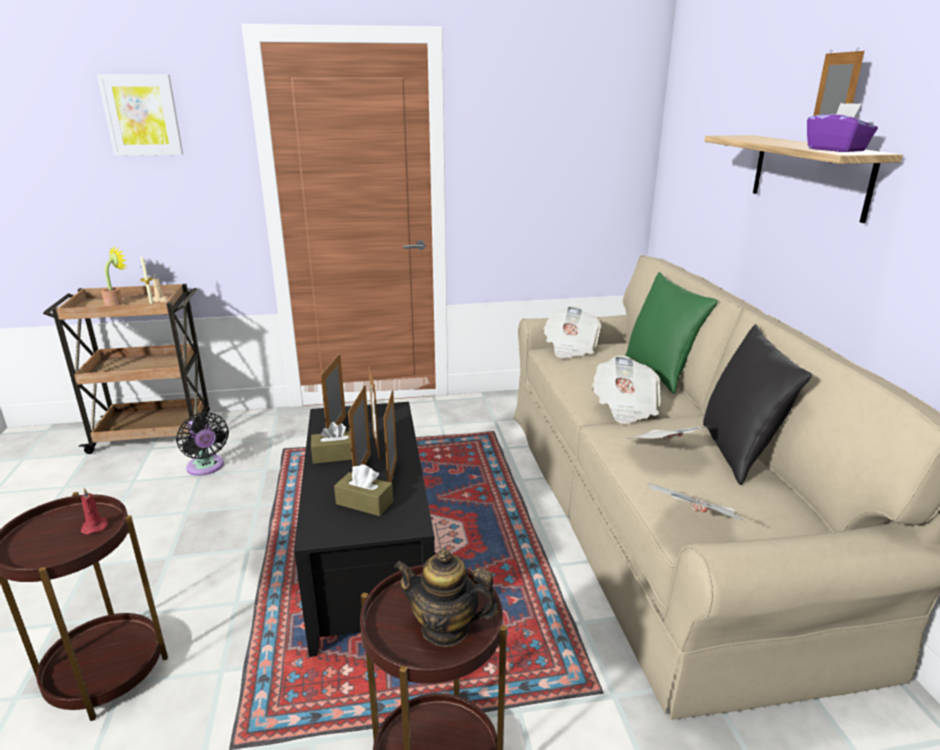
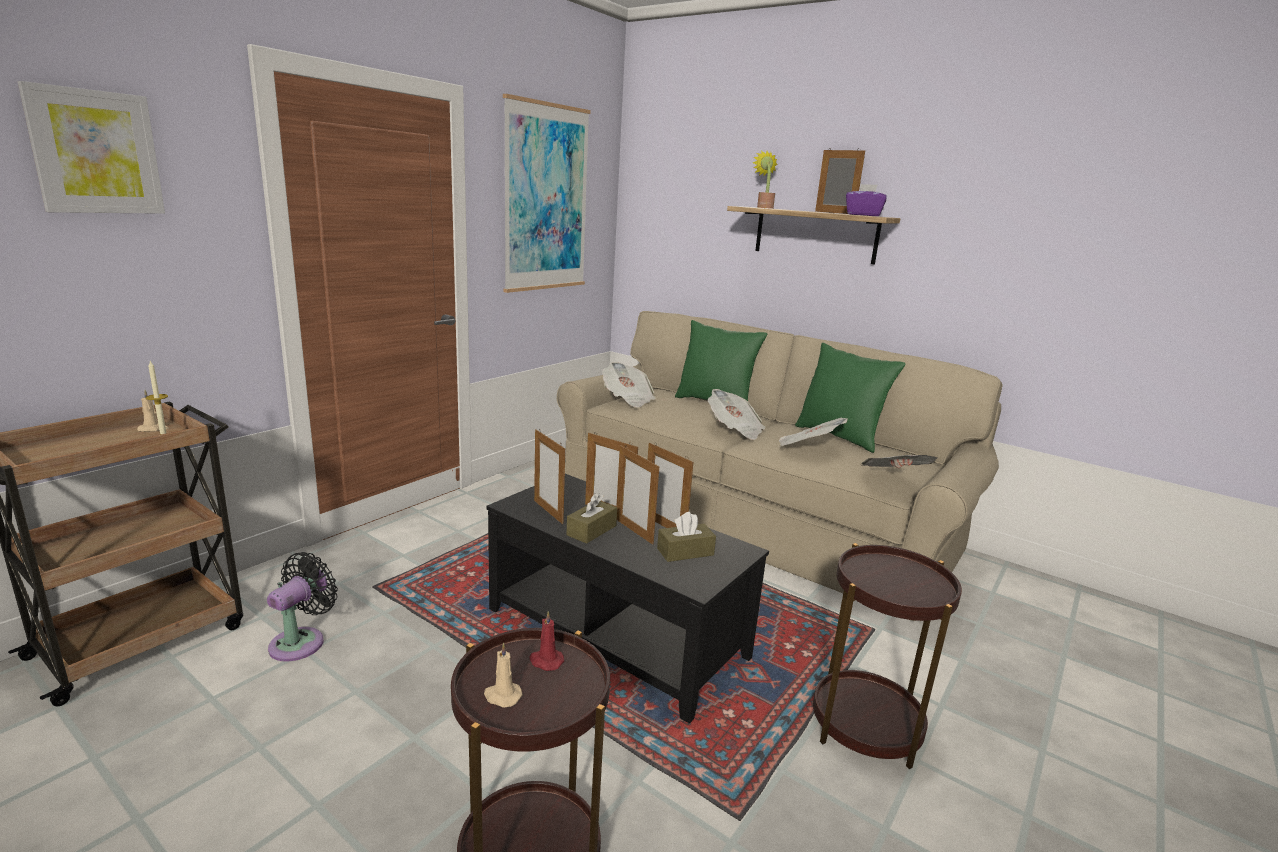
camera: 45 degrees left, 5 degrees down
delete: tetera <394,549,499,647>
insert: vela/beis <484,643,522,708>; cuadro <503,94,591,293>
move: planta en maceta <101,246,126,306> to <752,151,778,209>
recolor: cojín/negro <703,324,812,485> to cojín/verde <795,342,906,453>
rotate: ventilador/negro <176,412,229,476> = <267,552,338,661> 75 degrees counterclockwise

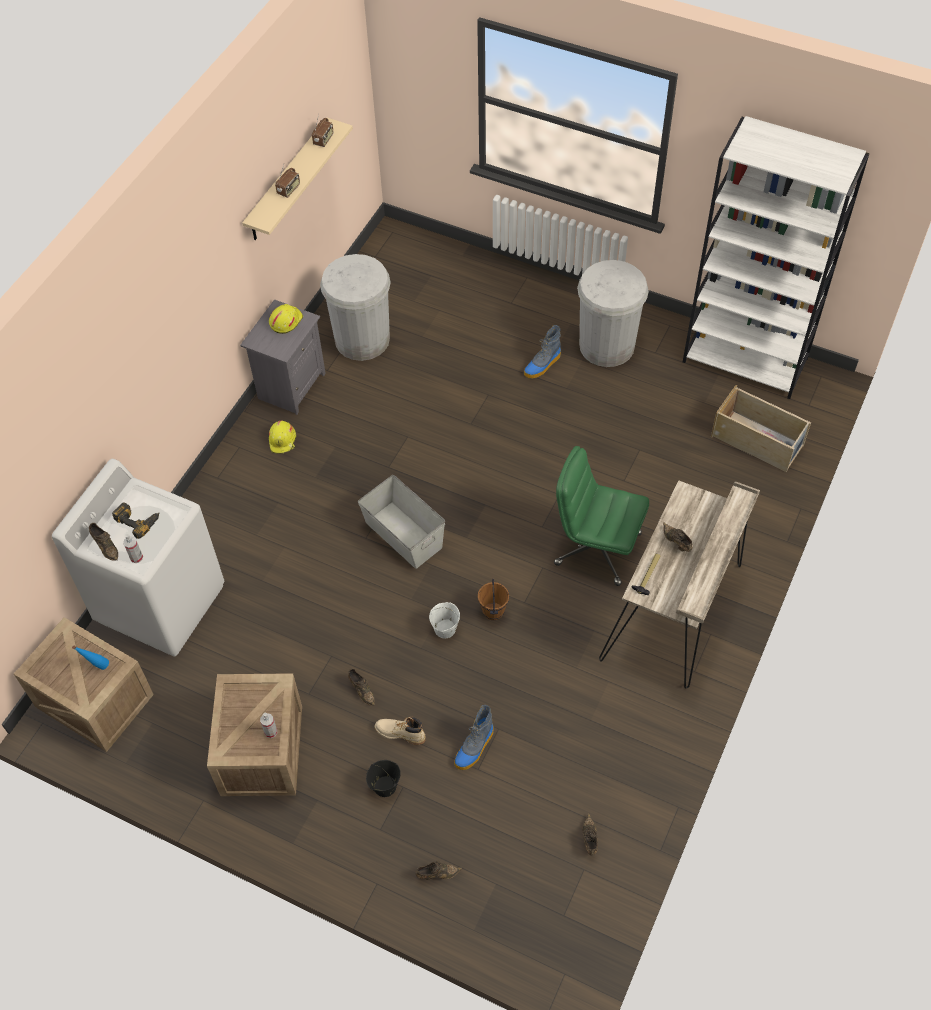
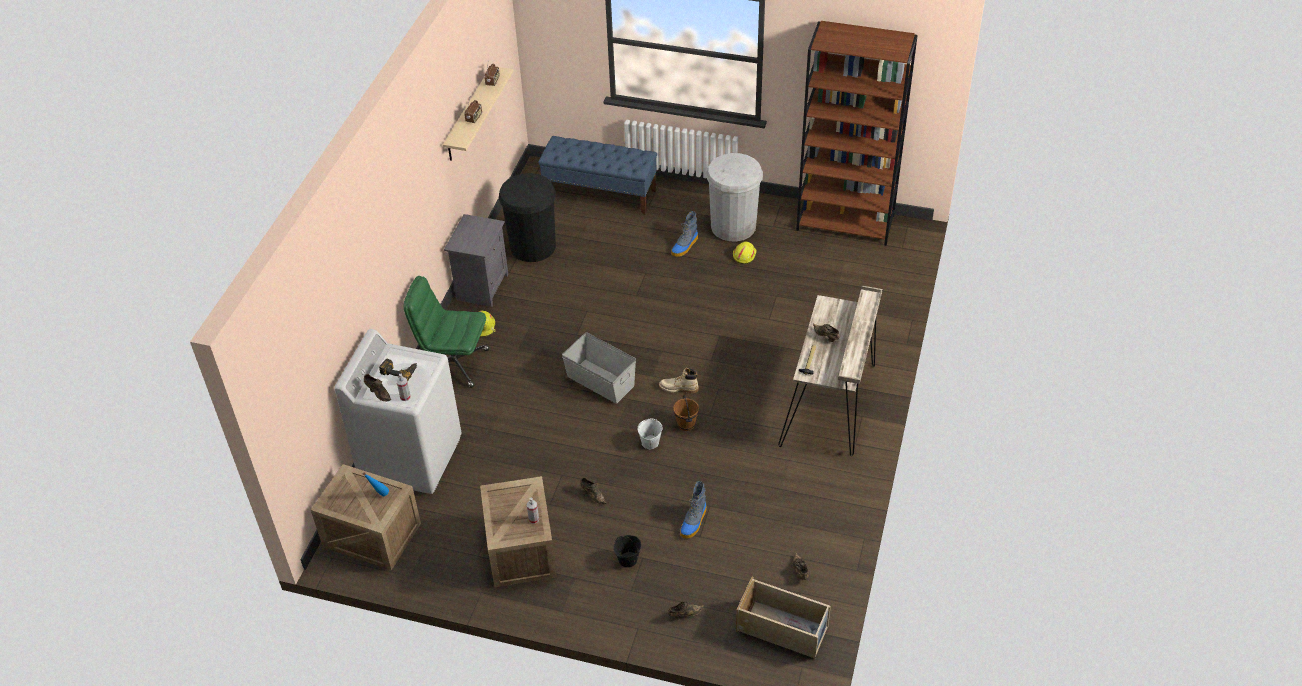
camera: 10 degrees left, 10 degrees down
insert: banco/azul <538,136,657,215>
move: silla de oficina/verde <554,446,649,586> to <404,276,489,388>; bota/beis <375,717,426,745> to <659,368,699,393>; casco/amarillo <269,304,303,334> to <733,241,757,264>; caja de almacenaje/beis <711,385,811,472> to <736,577,831,658>
recolor: papelera/blanco <320,254,391,361> to papelera/negro <499,173,556,262>; estantería/blanco <683,116,870,399> to estantería/marrón <796,21,918,246>

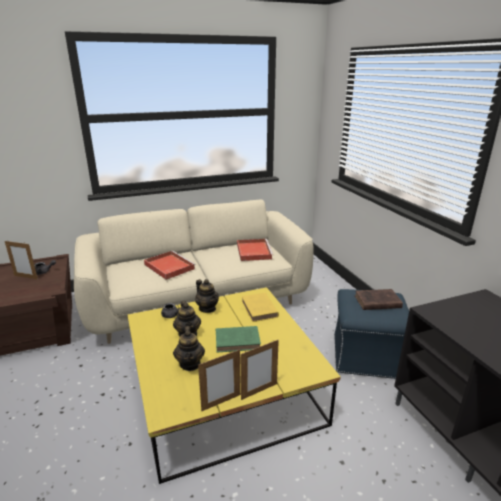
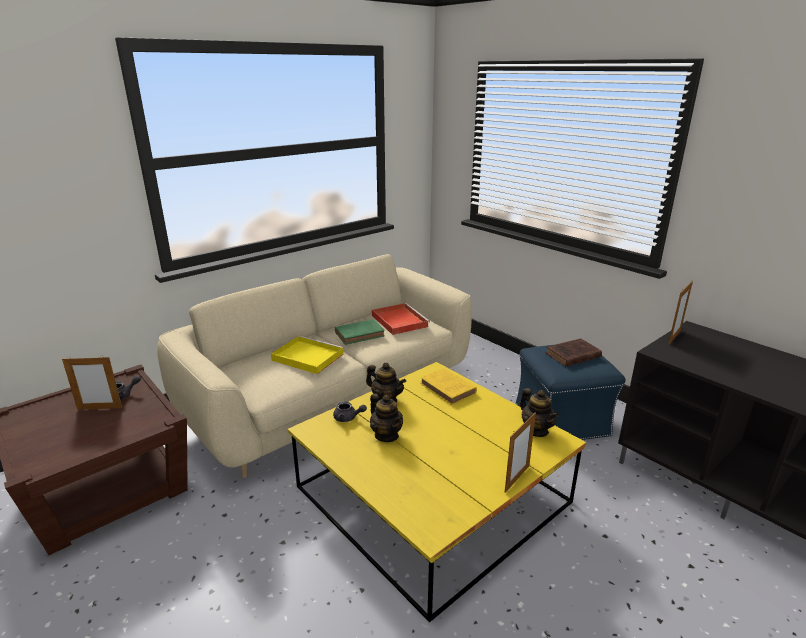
camera: 20 degrees left, 0 degrees up
move: libro/verde <216,326,261,352> to <335,319,385,345>; tetera <173,326,205,371> to <520,388,559,437>; portarretratos <198,349,241,411> to <668,281,693,345>
recolor: bandeja/rojo <144,251,196,280> to bandeja/amarillo <271,335,344,374>

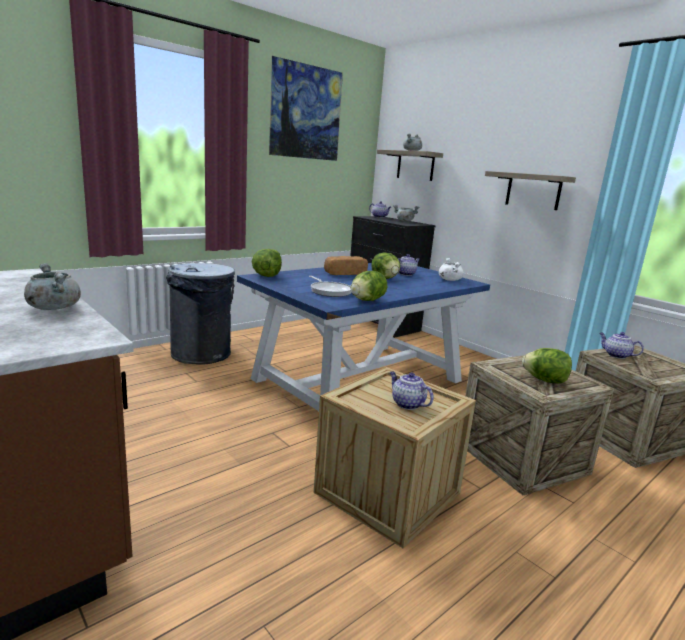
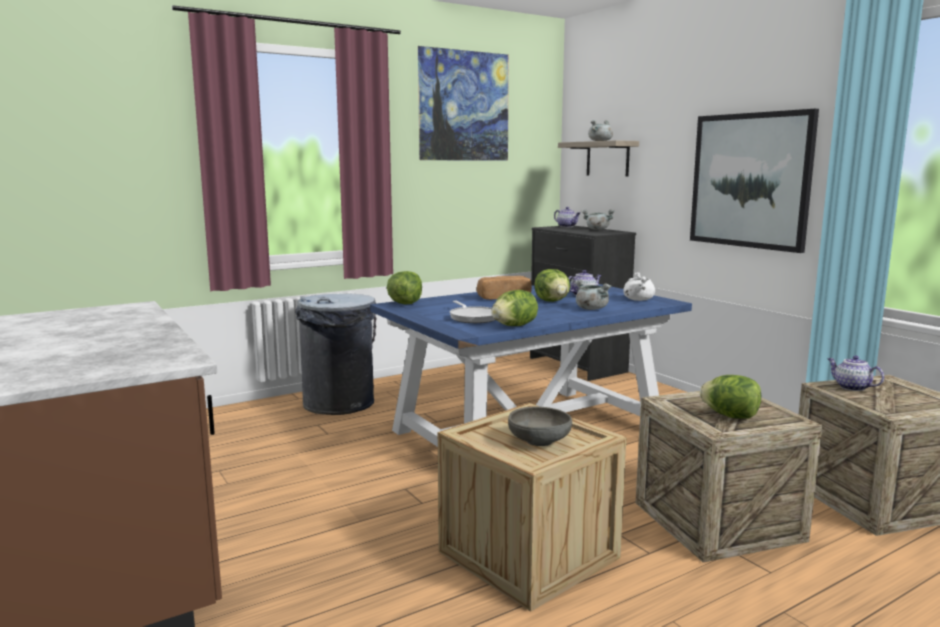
camera: 10 degrees right, 5 degrees down
move: olla/gris <24,263,81,310> to <575,280,611,310>
replace: tetera <390,371,434,410> to cuenco/gris <508,407,572,446>; estante <485,171,576,210> to cuadro <690,109,819,253>

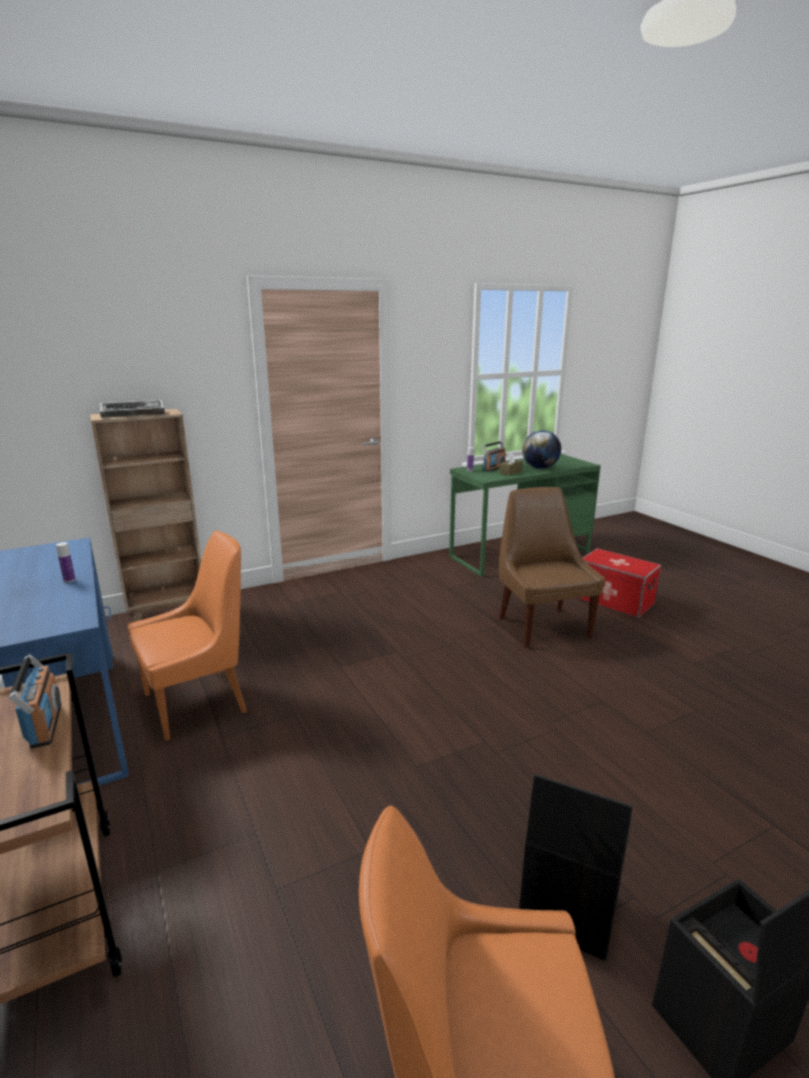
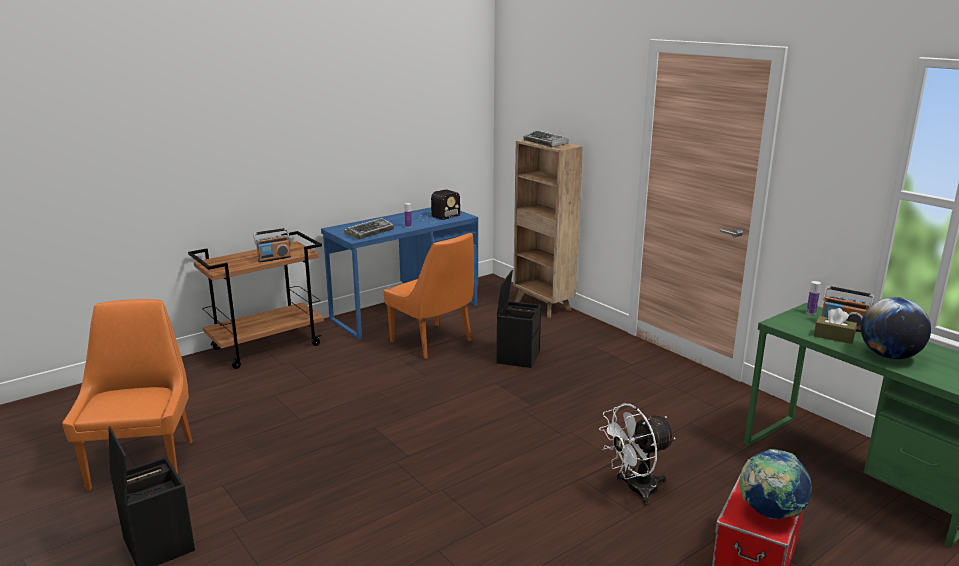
camera: 80 degrees right, 0 degrees up
insert: teclado <344,218,394,240>; radio <418,189,460,223>; globo terráqueo <739,449,812,519>
move: caja de almacenaje/negro <519,774,633,961> to <497,270,541,368>
replace: silla/marrón <499,487,605,648> to ventilador/blanco <599,404,676,505>

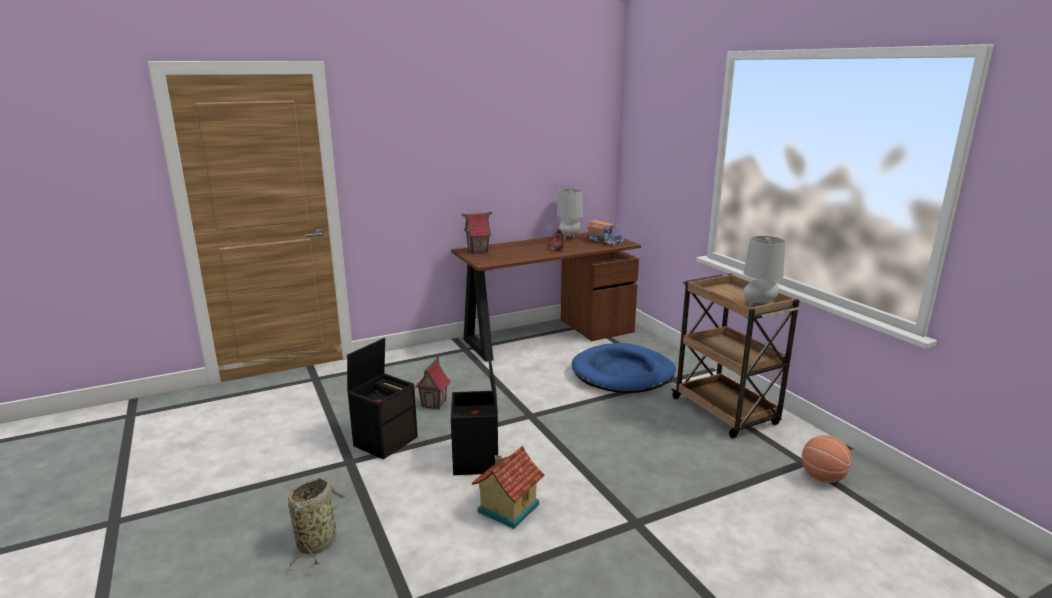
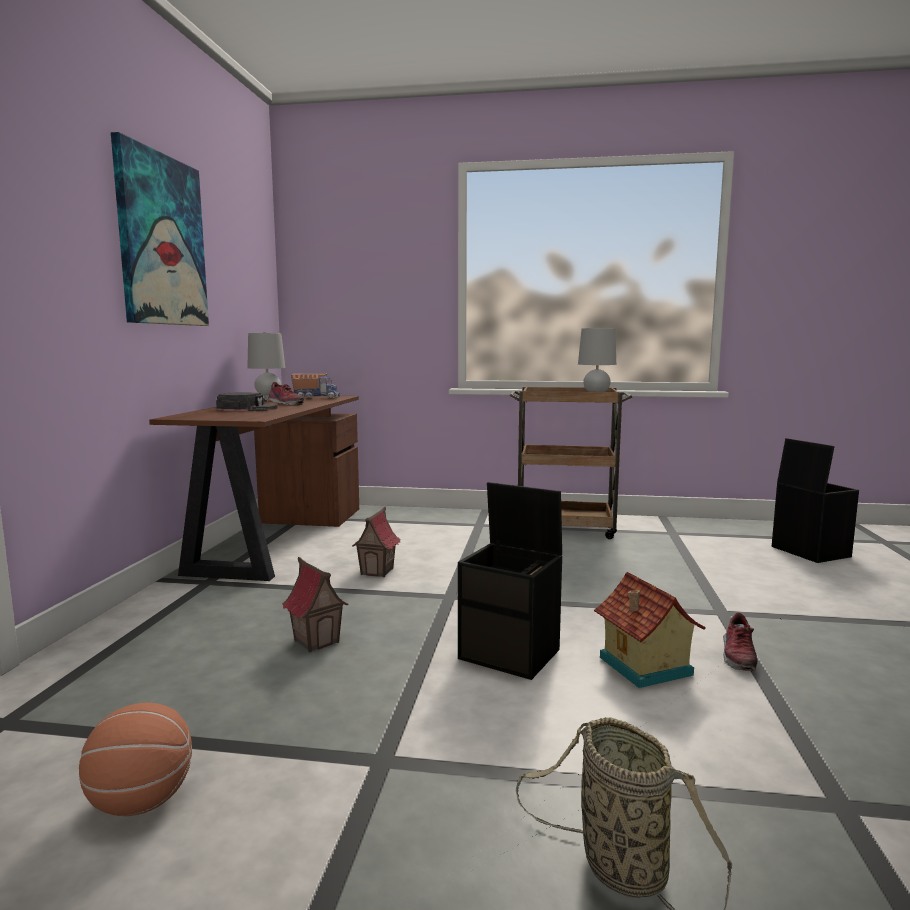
camera: 55 degrees left, 10 degrees down
delete: cama para perro/azul <572,343,676,393>
insert: cuadro <111,132,209,326>; gorra/negro <216,392,278,411>; zapato <723,613,757,671>
move: balón de baloncesto <802,435,852,483> to <79,703,192,816>; casita <461,212,493,254> to <352,507,400,577>; caja de almacenaje/negro <347,338,418,459> to <772,438,859,563>

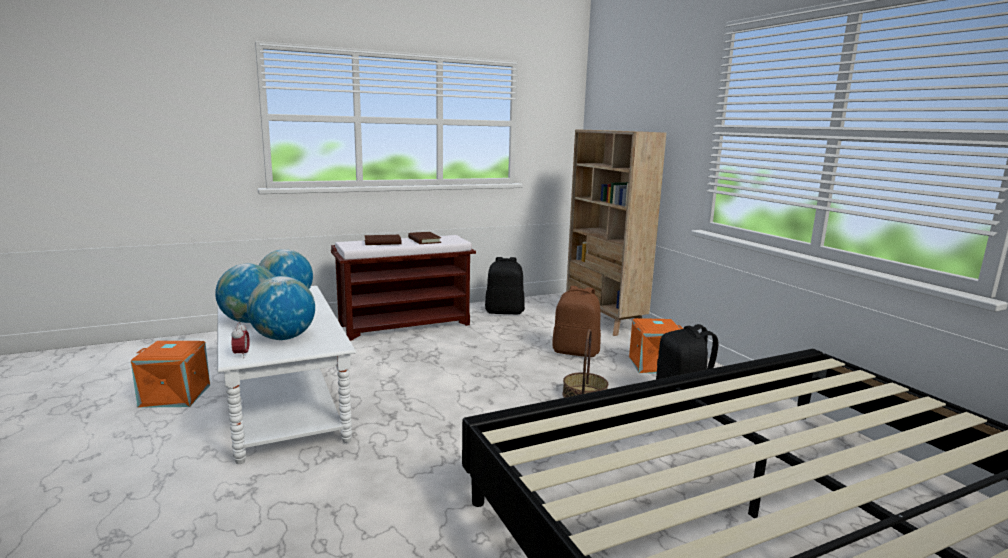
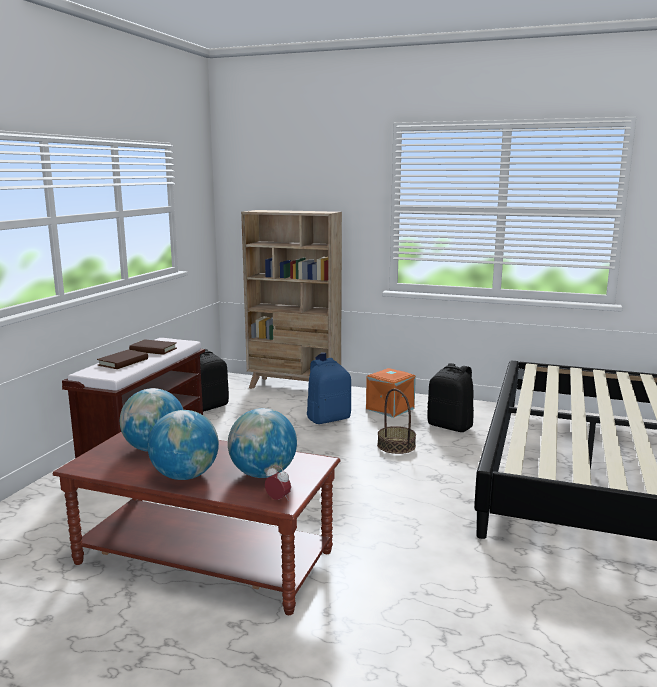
camera: 45 degrees left, 0 degrees up
delete: caja de almacenaje/naranja <131,341,210,408>
recolor: mesa de centro/blanco <217,286,357,464> to mesa de centro/marrón <53,432,340,615>; mochila/marrón <552,286,601,357> to mochila/azul <306,358,351,424>

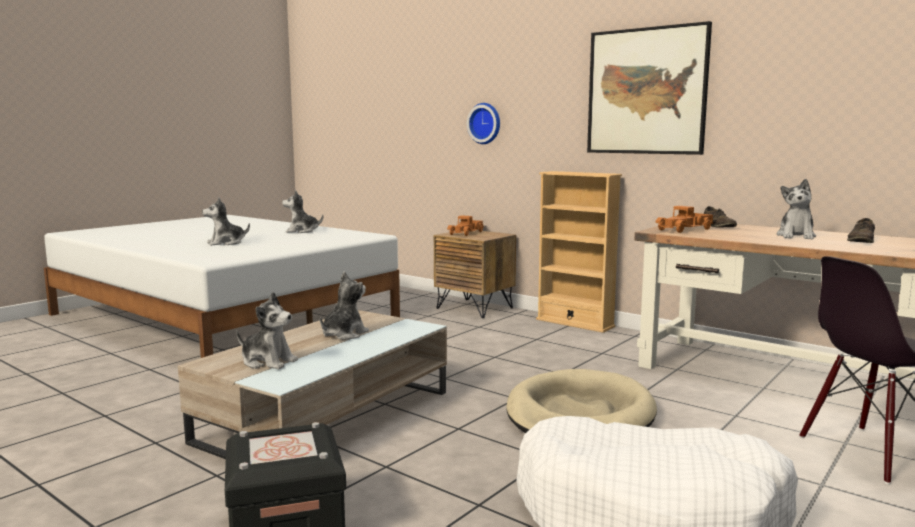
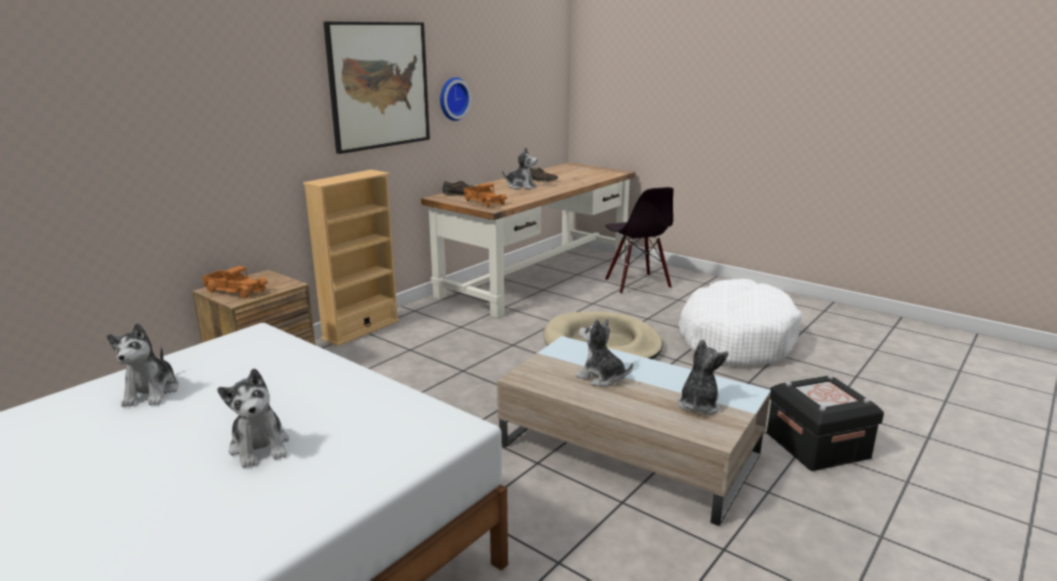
camera: 90 degrees left, 10 degrees up
move: reloj de pared <467,103,500,144> to <440,77,472,121>

